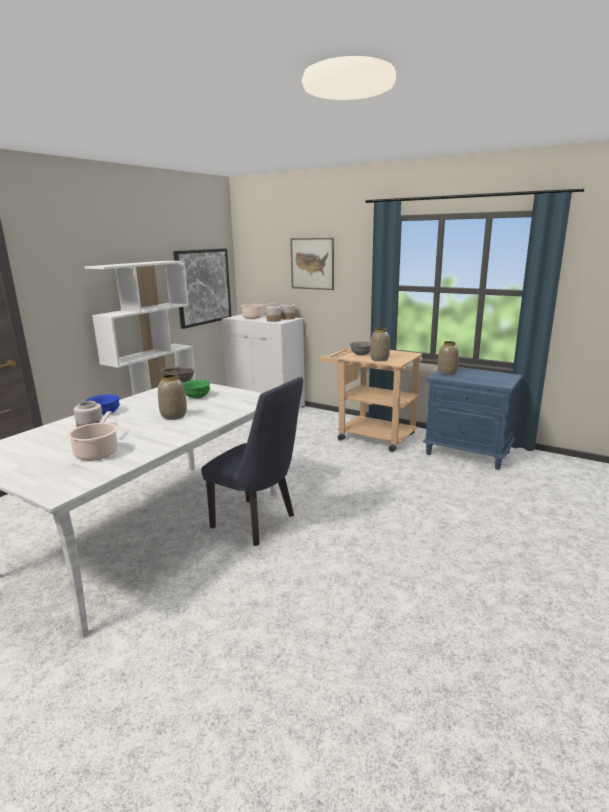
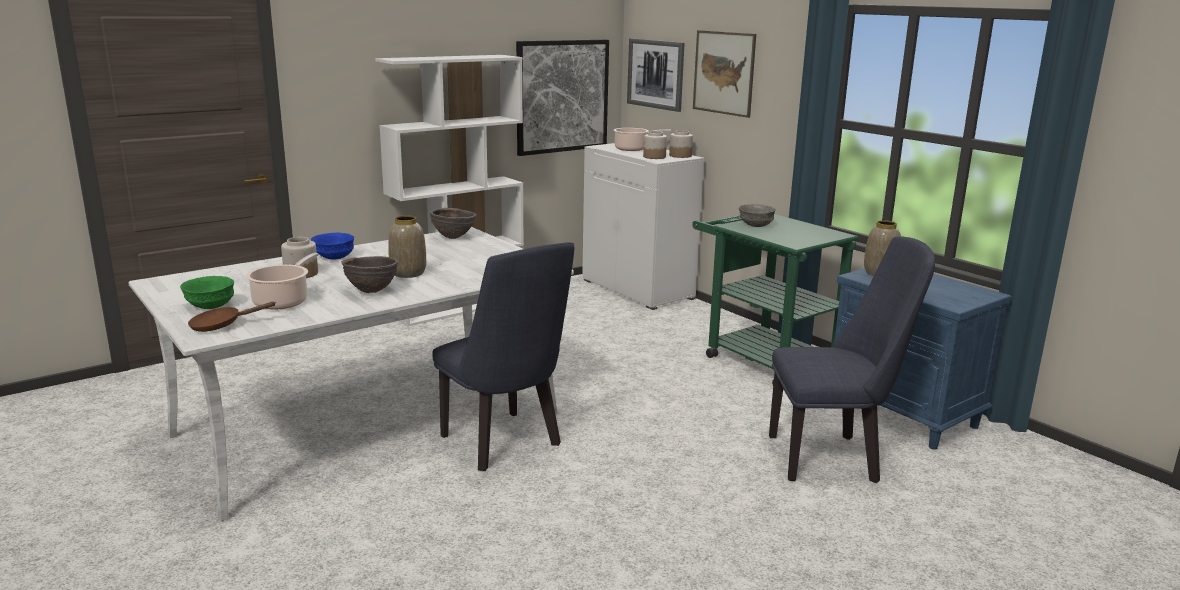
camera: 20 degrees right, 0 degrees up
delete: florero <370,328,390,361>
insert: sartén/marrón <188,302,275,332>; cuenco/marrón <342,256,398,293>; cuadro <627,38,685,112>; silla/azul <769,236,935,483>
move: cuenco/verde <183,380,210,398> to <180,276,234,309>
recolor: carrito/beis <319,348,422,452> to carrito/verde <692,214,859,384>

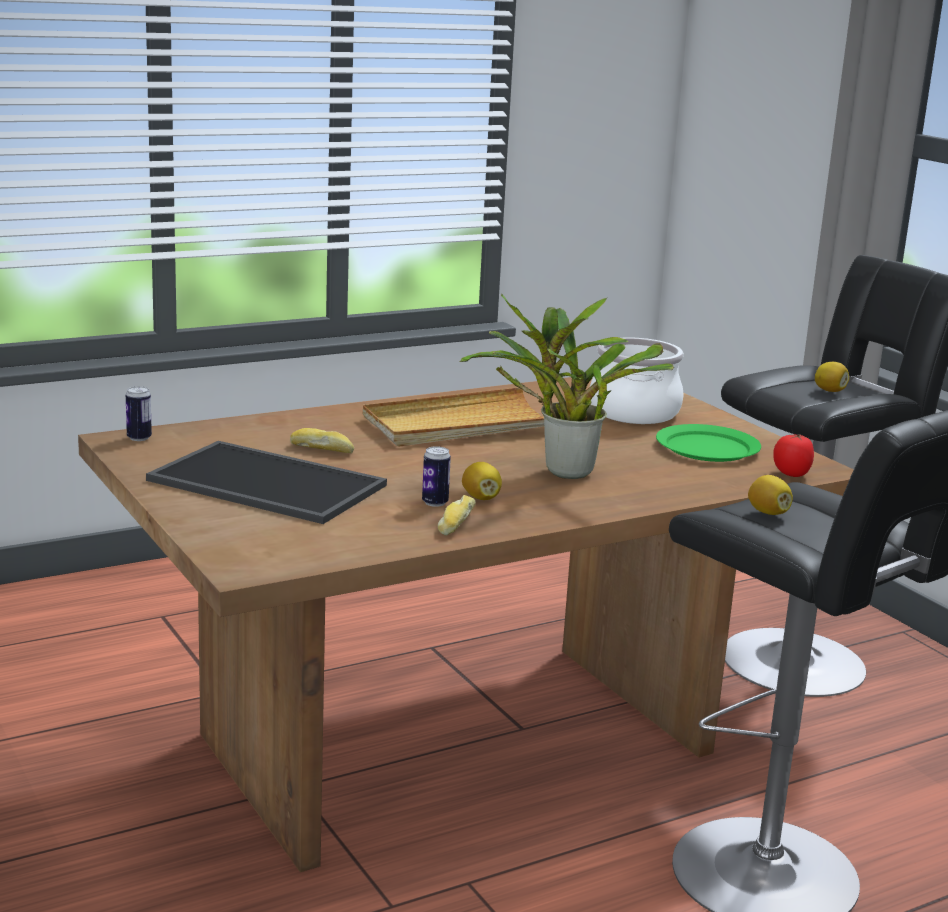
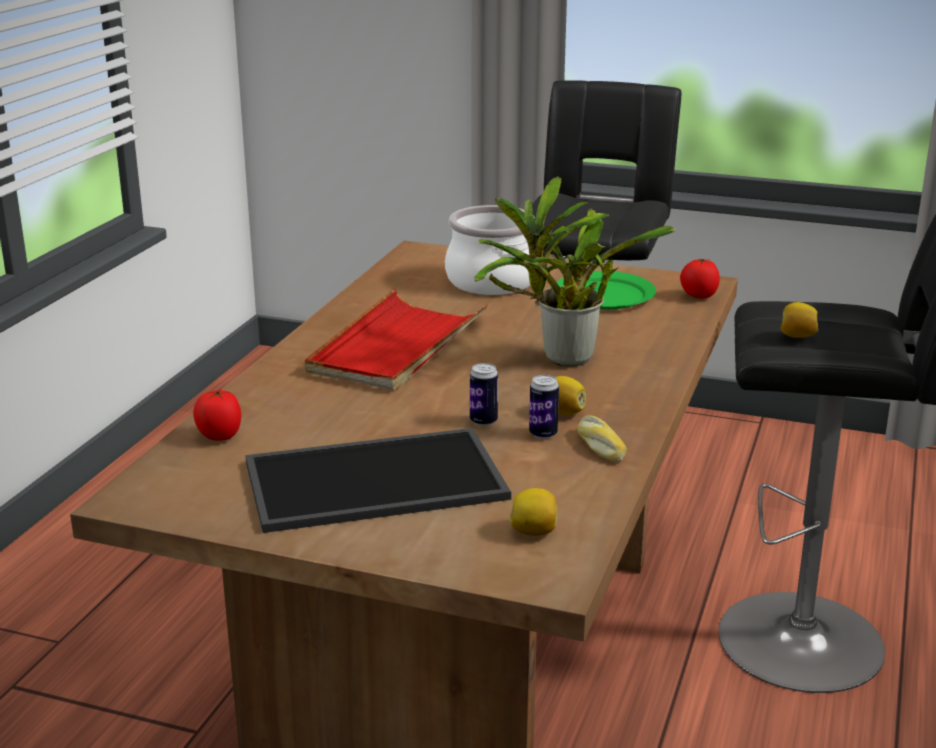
camera: 40 degrees left, 5 degrees up
delete: pan <290,428,354,453>
insert: tomate <193,389,241,441>
move: lata <126,386,152,441> to <470,363,498,426>; limón <815,362,849,392> to <510,488,557,536>
recolor: bandeja/beis <363,388,544,447> to bandeja/rojo <305,289,487,391>

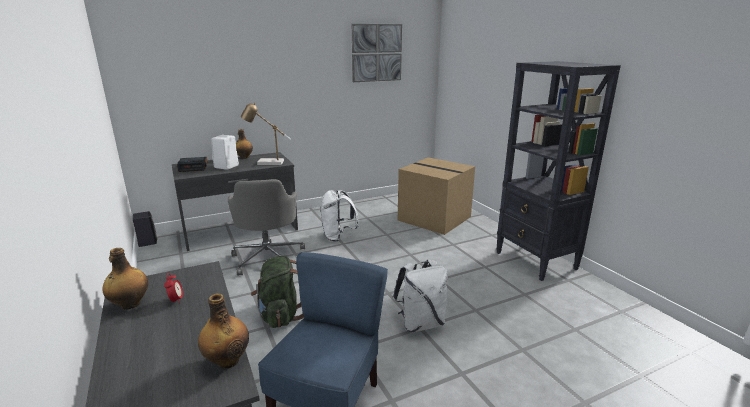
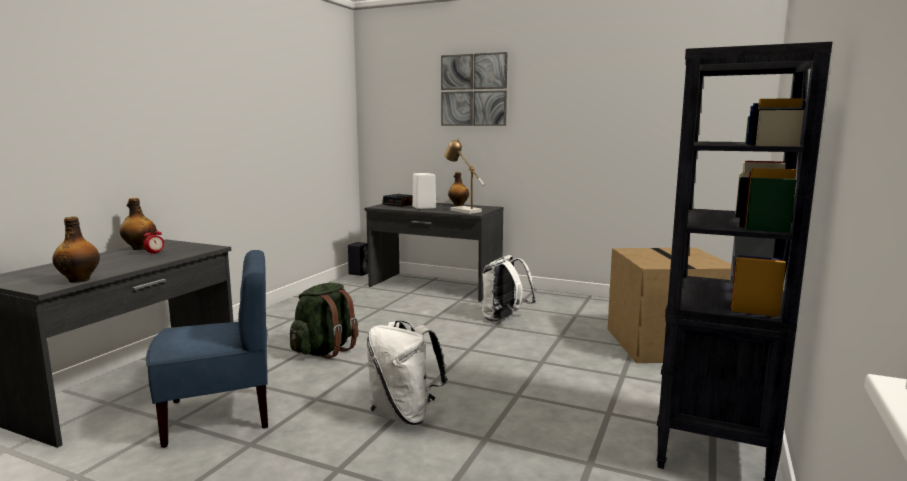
camera: 50 degrees right, 10 degrees down
delete: silla de oficina/gris <228,179,305,276>
move: cuadro <352,24,402,82> to <441,52,507,126>

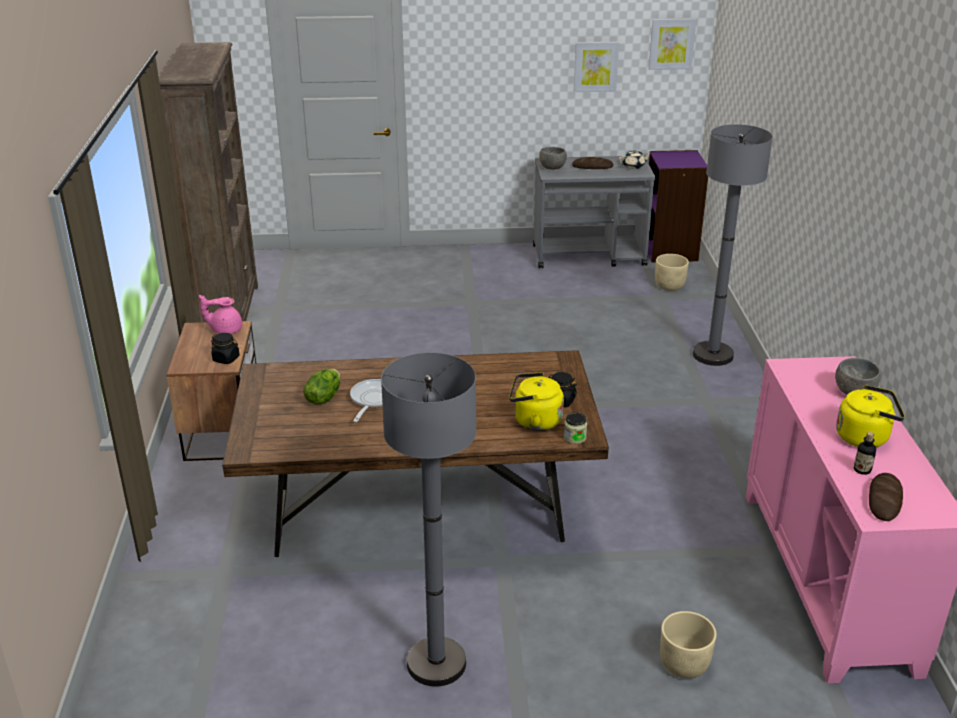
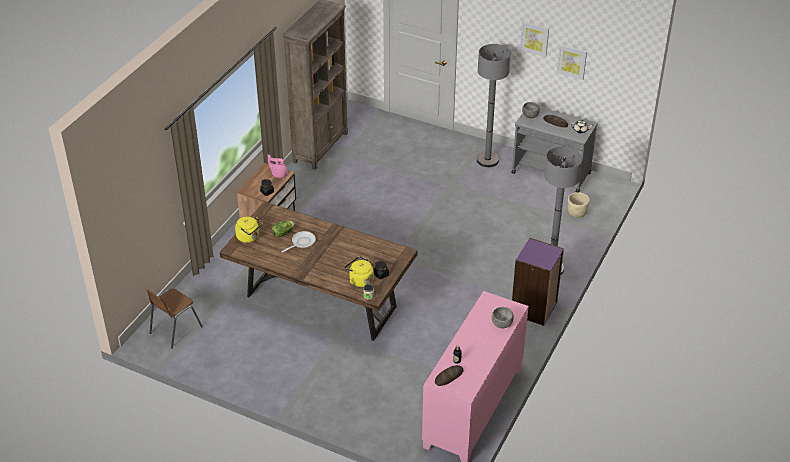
camera: 30 degrees right, 10 degrees up
delete: maceta/beis <660,611,716,679>
insert: silla/marrón <146,288,203,349>
move: hervidor/amarillo <836,385,905,447> to <235,216,263,243>; lámpara de pie/gris <381,353,476,687> to <477,44,511,167>; estantería/morado <648,150,708,262> to <512,238,564,326>; cuadro <649,19,697,70> to <520,22,549,57>

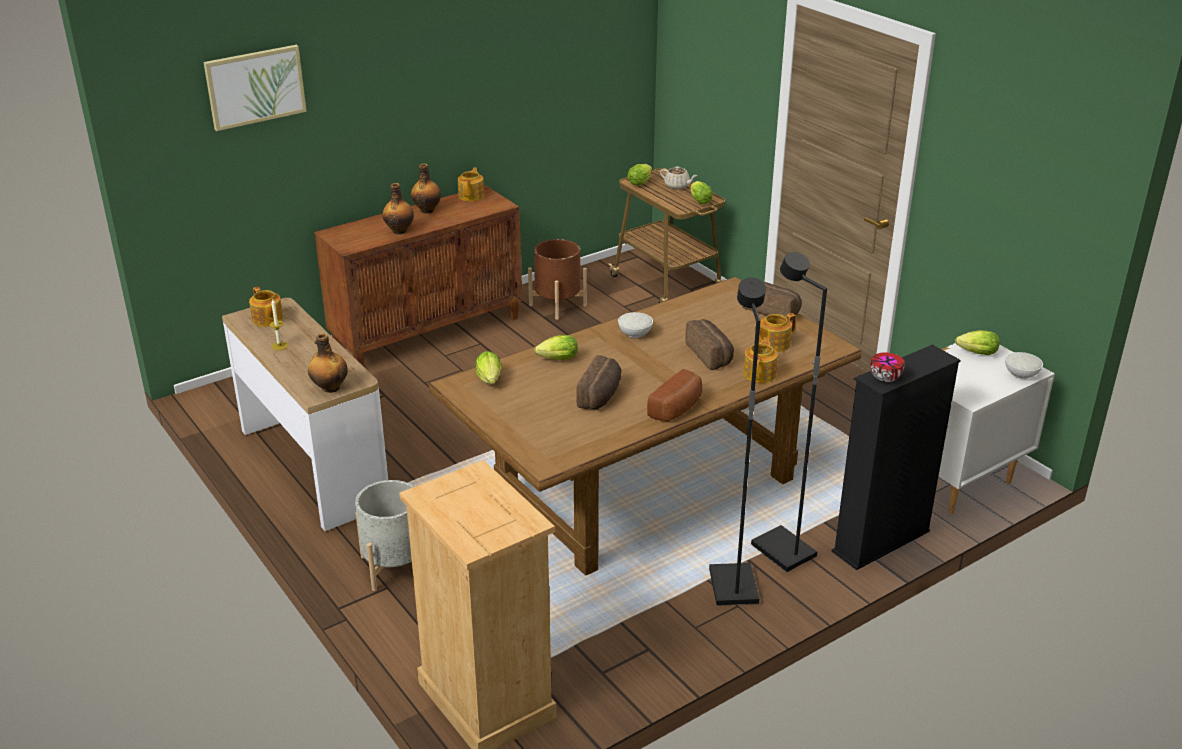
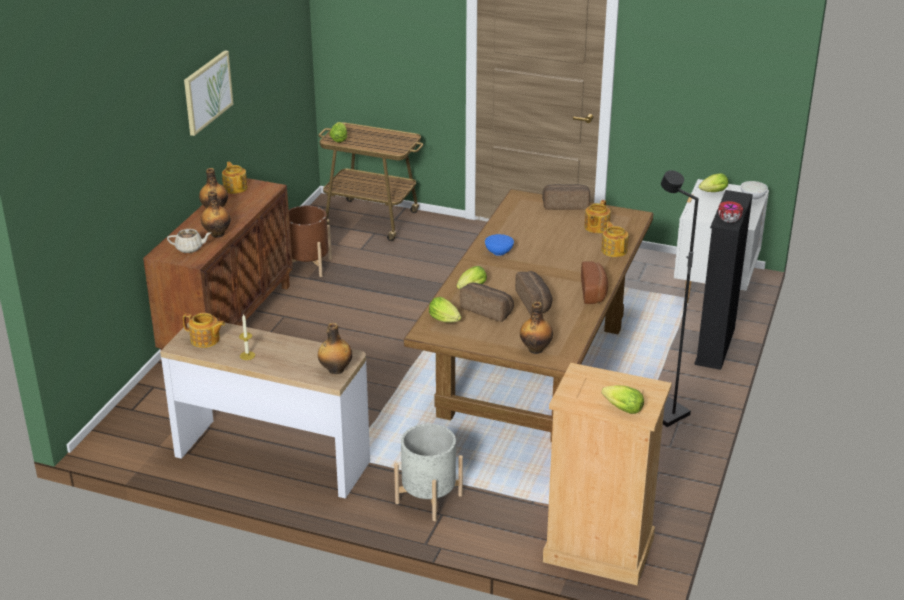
camera: 35 degrees left, 0 degrees up
delete: lámpara de pie/negro <751,252,827,572>
insert: botella <520,301,553,354>
move: tetera/beis <660,166,698,189> to <167,229,211,253>; cuadro <204,45,307,131> to <184,50,233,136>; pan <685,319,734,370> to <460,283,514,322>; lechuga <691,181,712,204> to <602,385,644,414>
recolor: cuenco/blanco <618,312,653,338> to cuenco/azul <485,234,514,256>

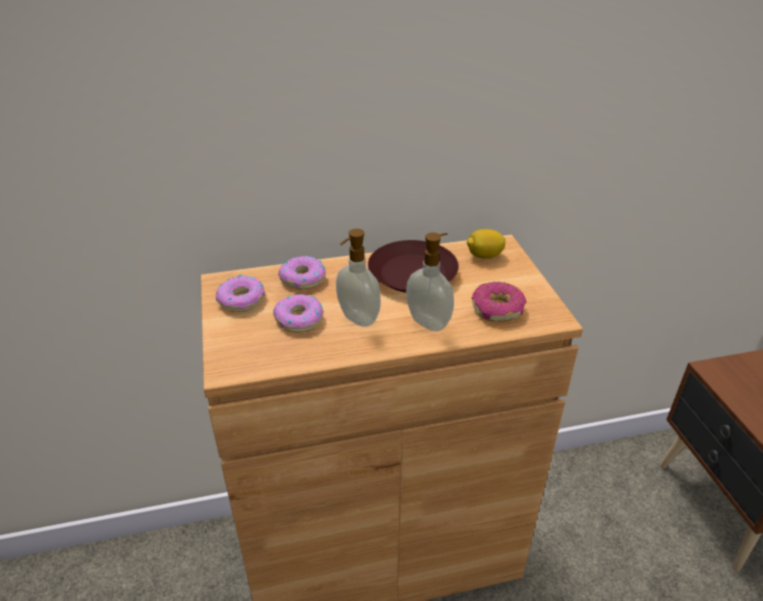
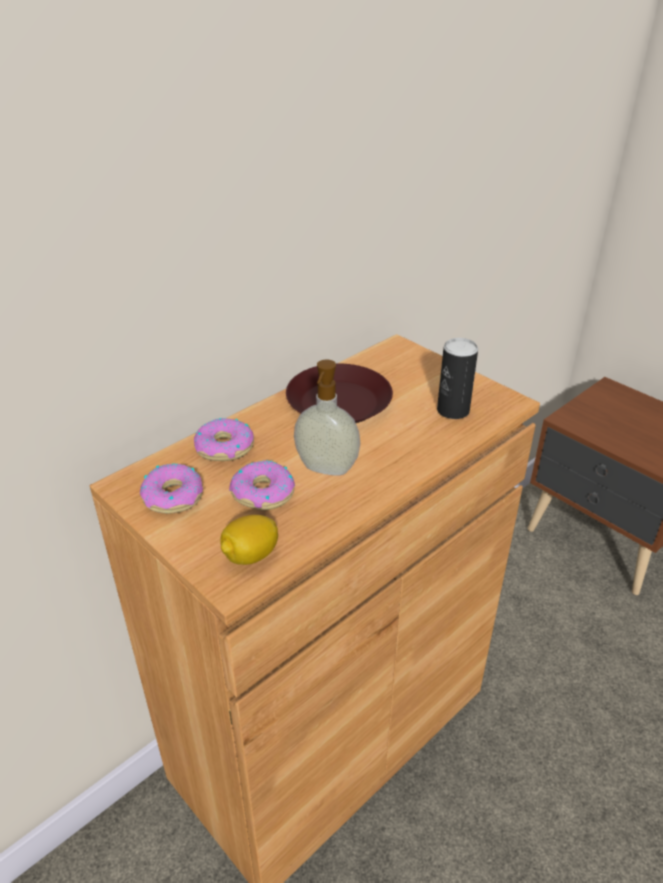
camera: 30 degrees left, 0 degrees up
delete: dispensador de jabón <406,232,454,331>
move: limón <467,229,506,258> to <220,515,278,565>
replace: rosquilla <471,282,526,321> to lata <437,338,478,419>

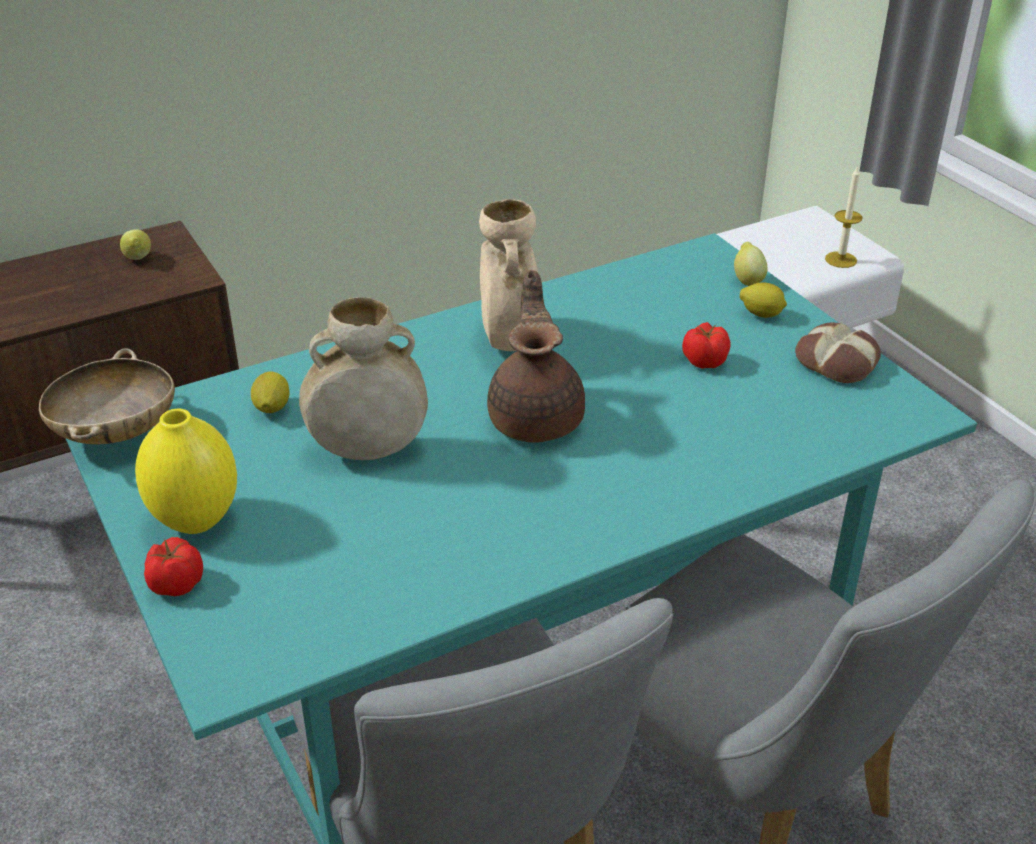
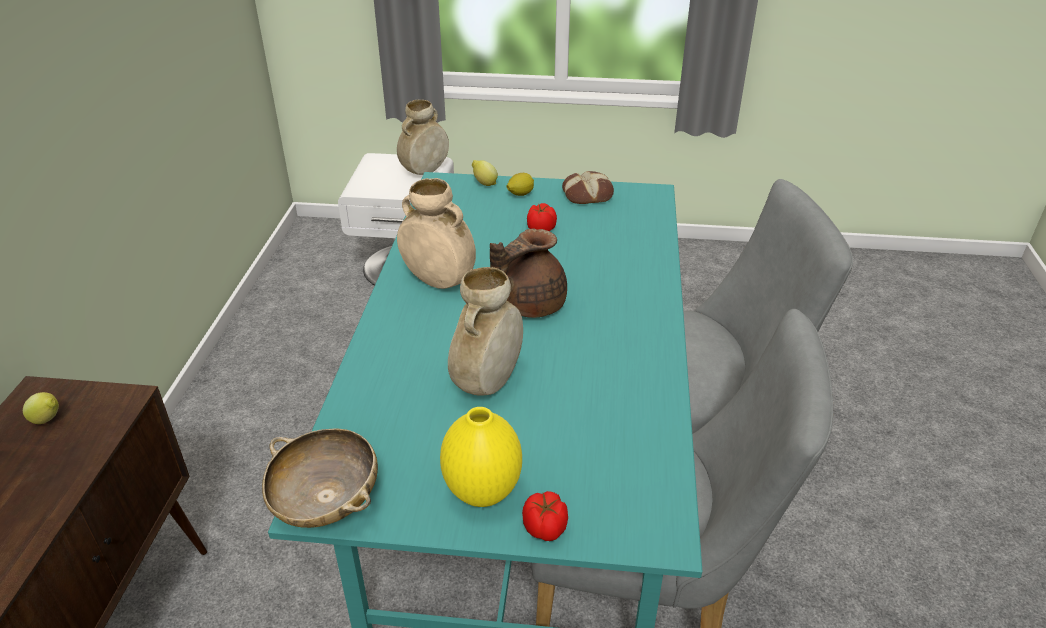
camera: 55 degrees left, 0 degrees up
delete: limón <250,371,289,413>
replace: vela <825,166,863,268> to florero/beis <397,100,449,175>
rotate: tetera/marrón <487,270,585,442> = <490,228,567,318> 75 degrees counterclockwise

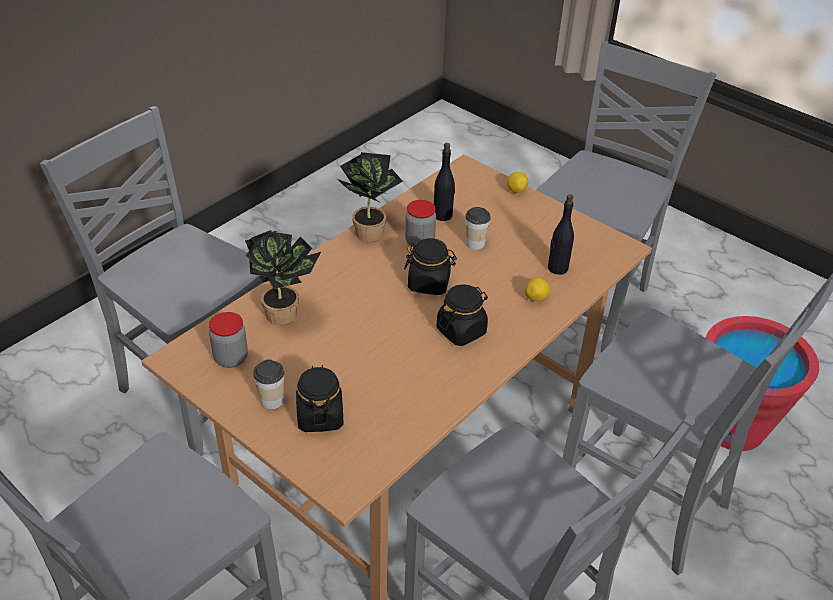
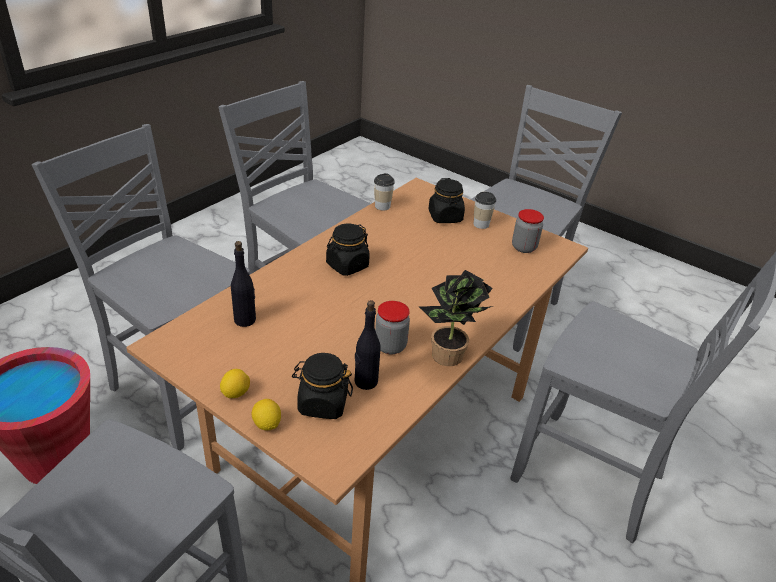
camera: 175 degrees right, 5 degrees down
delete: planta en maceta <245,230,321,325>
move: limón <525,277,550,301> to <220,369,250,398>; tarro/negro <404,238,457,295> to <292,353,353,419>; taza <465,207,491,250> to <374,173,395,211>

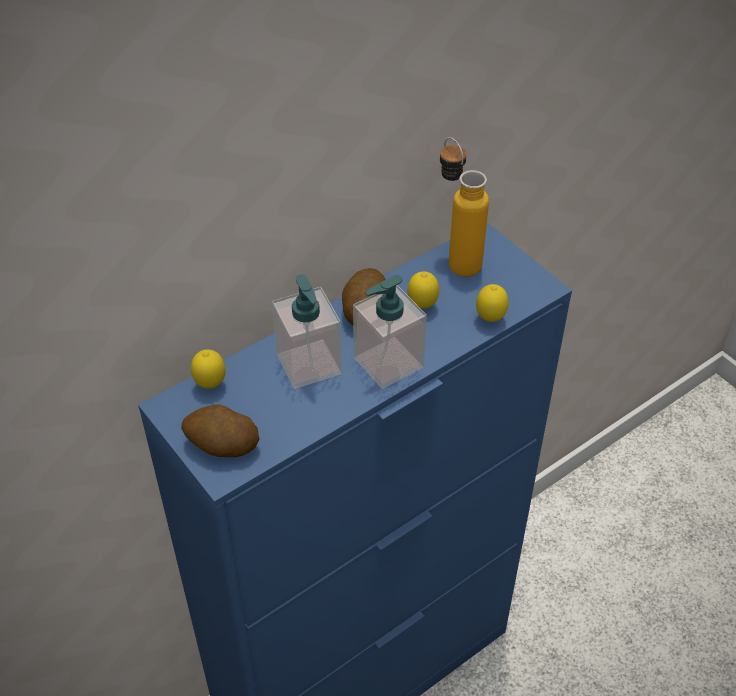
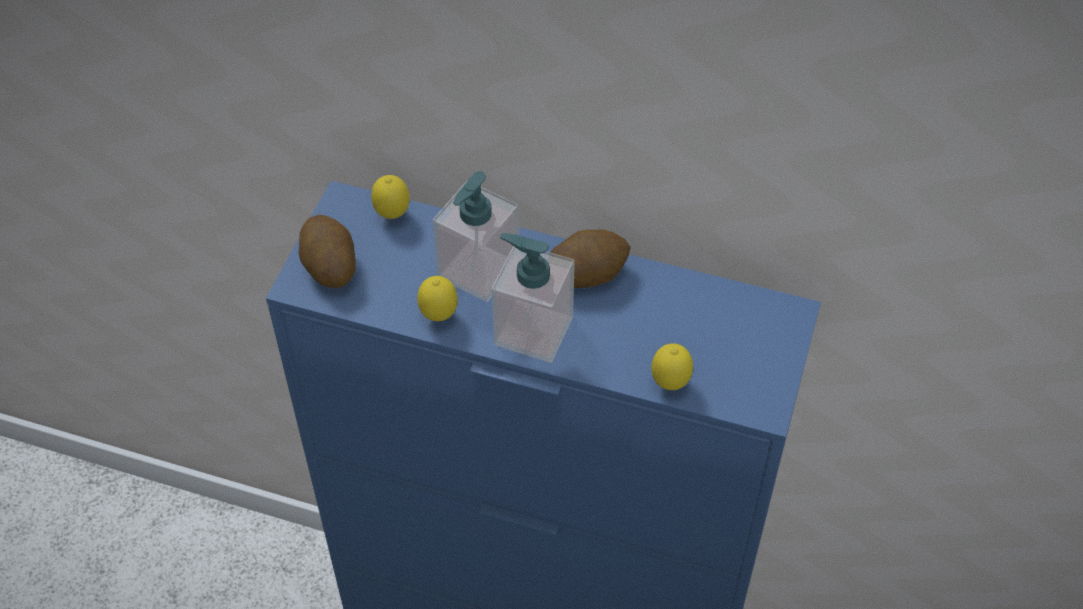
camera: 55 degrees right, 5 degrees up
delete: botella <440,137,489,277>
move: limón <407,271,439,309> to <417,276,458,321>

